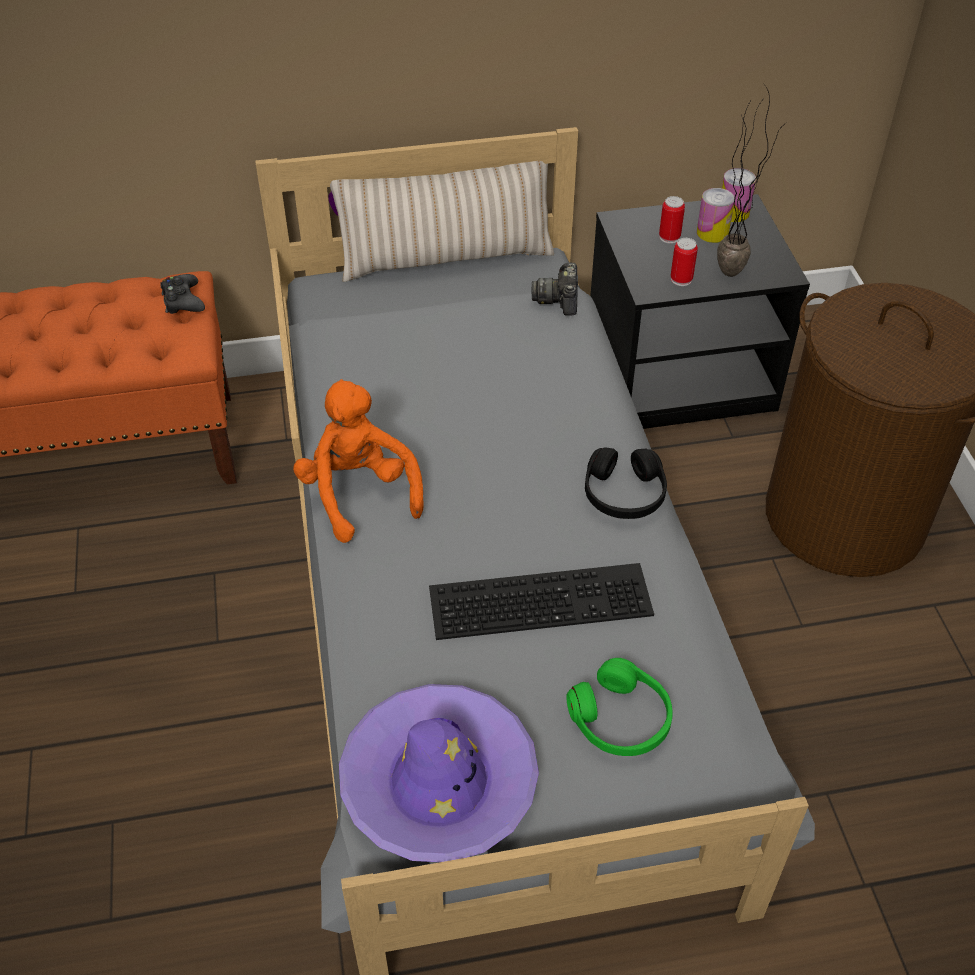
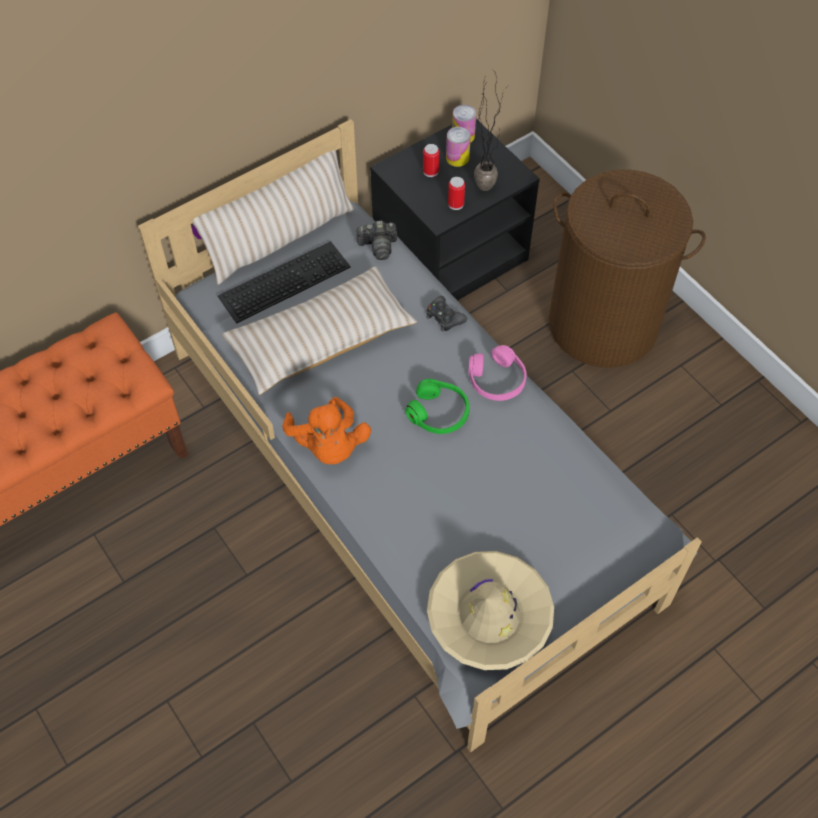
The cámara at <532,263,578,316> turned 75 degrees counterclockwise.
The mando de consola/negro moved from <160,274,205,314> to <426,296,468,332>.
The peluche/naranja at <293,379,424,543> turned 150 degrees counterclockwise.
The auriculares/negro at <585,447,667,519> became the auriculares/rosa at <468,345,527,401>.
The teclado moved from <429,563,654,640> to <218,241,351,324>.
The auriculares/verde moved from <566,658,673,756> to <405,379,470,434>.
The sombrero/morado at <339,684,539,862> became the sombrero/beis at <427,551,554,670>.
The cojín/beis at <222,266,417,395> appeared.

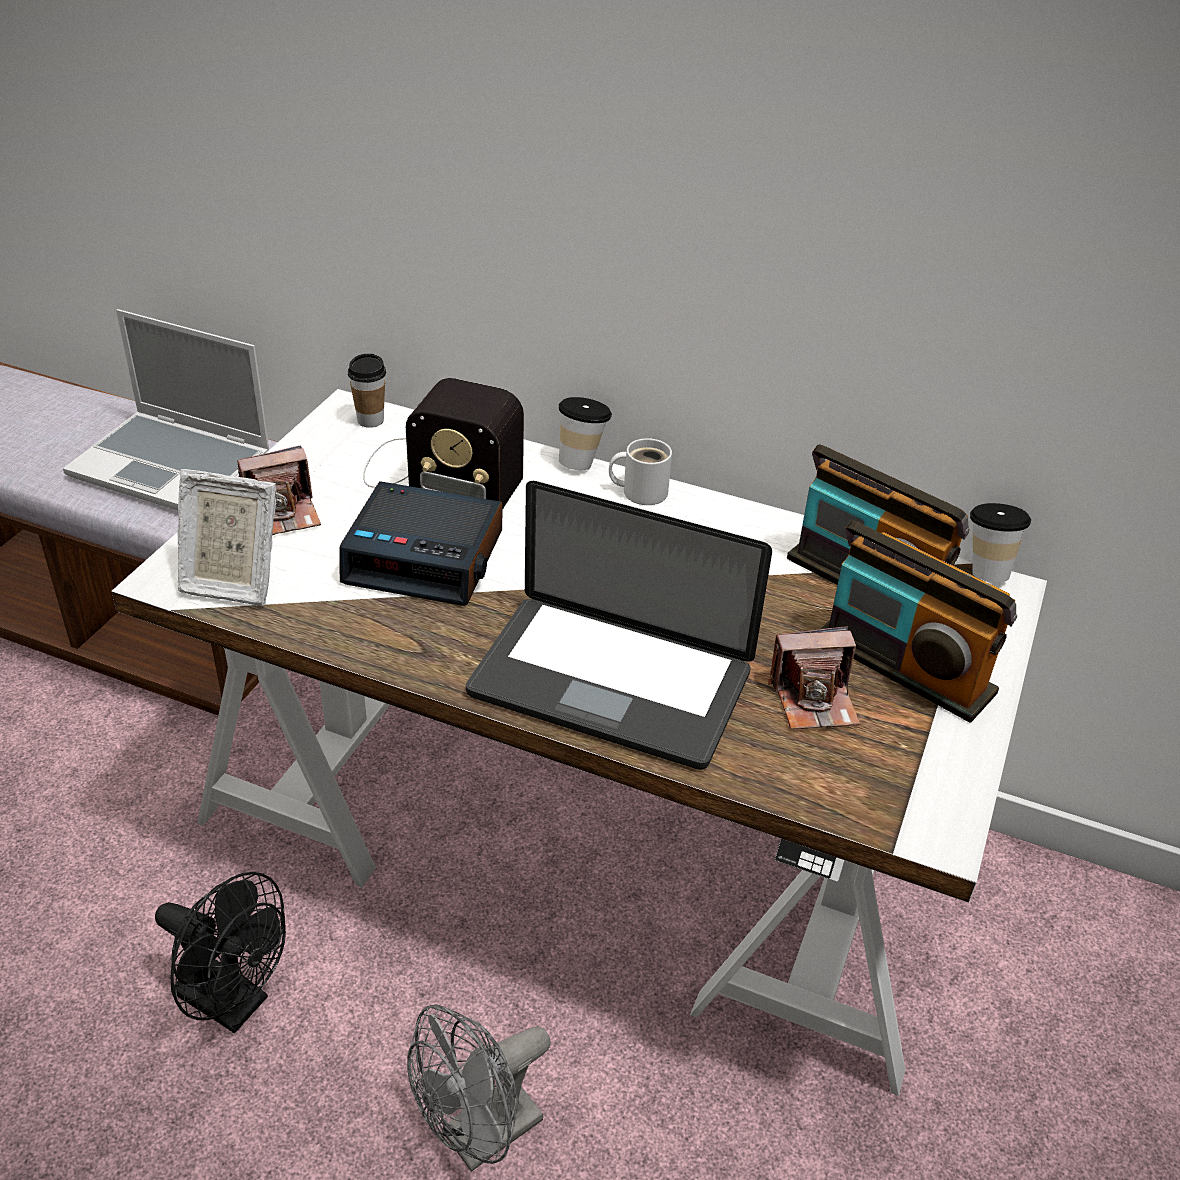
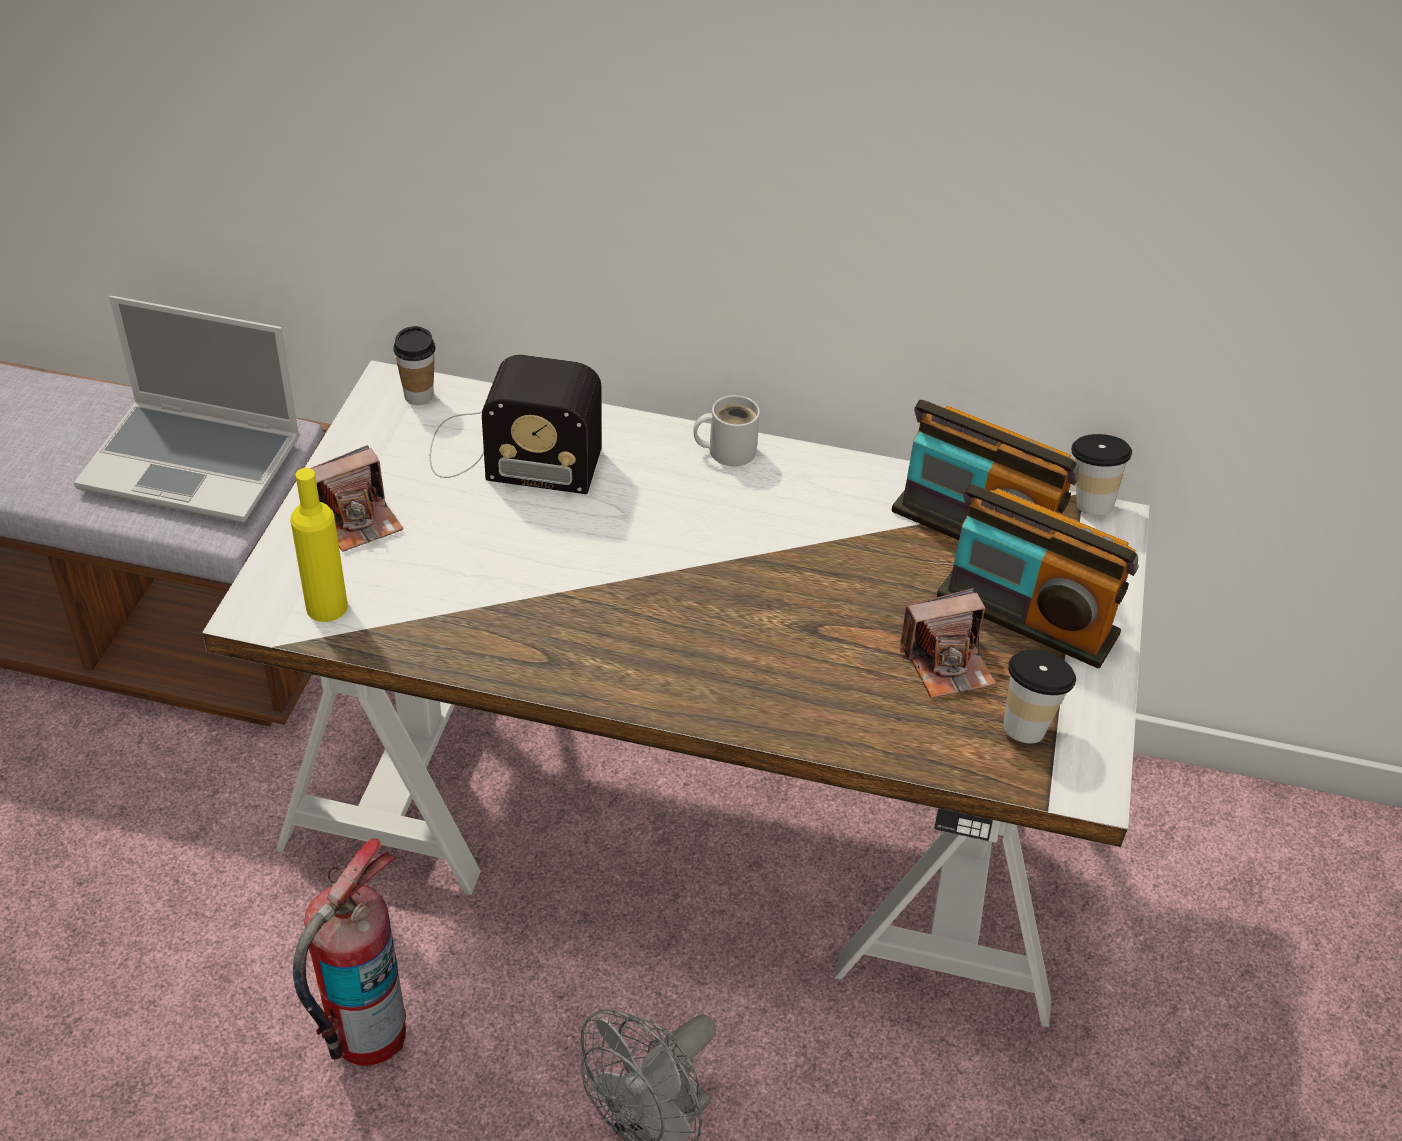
The taza moved from <559,397,612,470> to <1003,650,1076,743>.
The portarretratos at <178,469,277,605> was replaced by the botella/amarillo at <290,468,348,622>.
The despertador at <340,481,503,606> disappeared.
The portátil at <466,481,772,770> disappeared.
The ventilador/negro at <155,872,286,1033> was replaced by the extintor at <293,838,406,1066>.

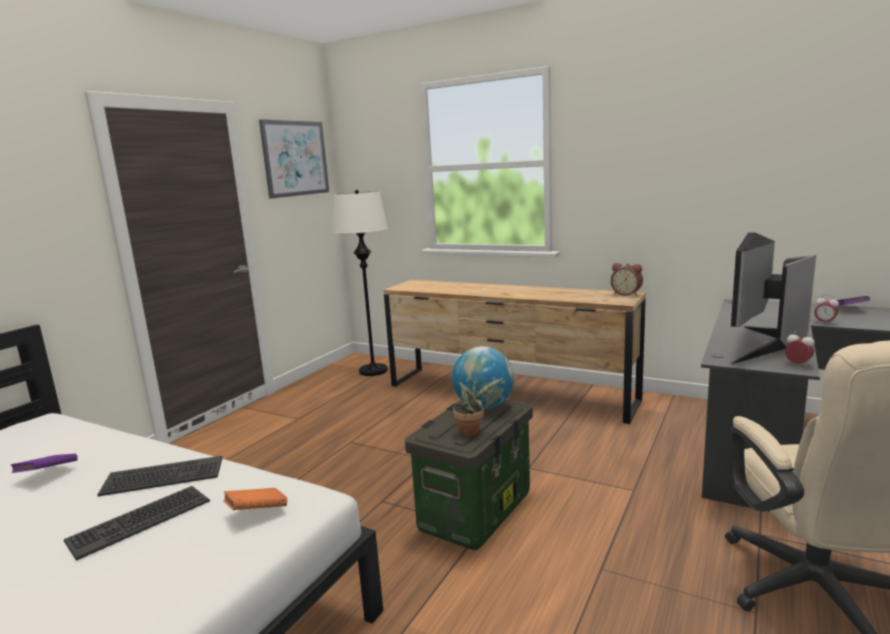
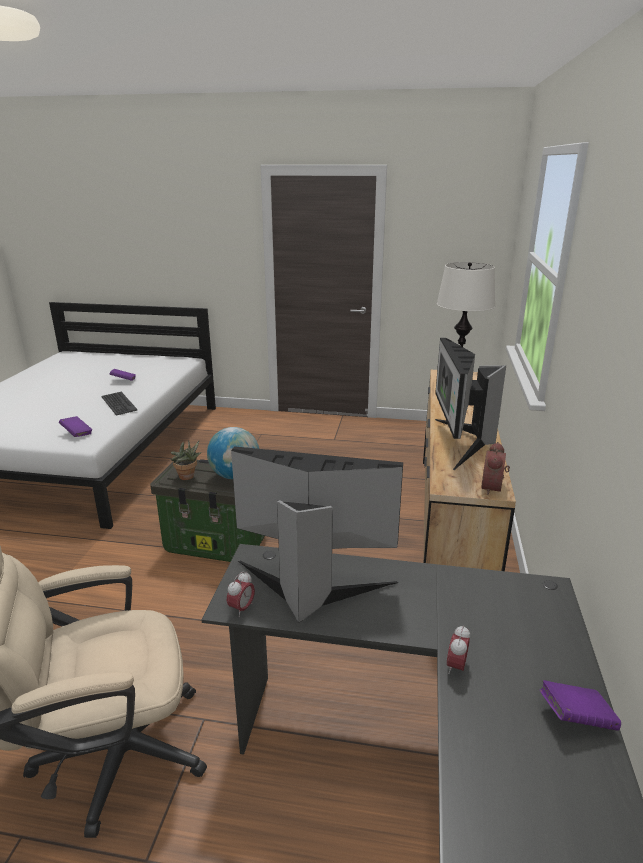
The cuadro at <259,119,329,199> disappeared.
The teclado at <64,486,210,561> disappeared.
The libro/naranja at <223,488,287,510> became the libro/morado at <59,416,92,437>.
The monitor at <435,338,506,470> appeared.

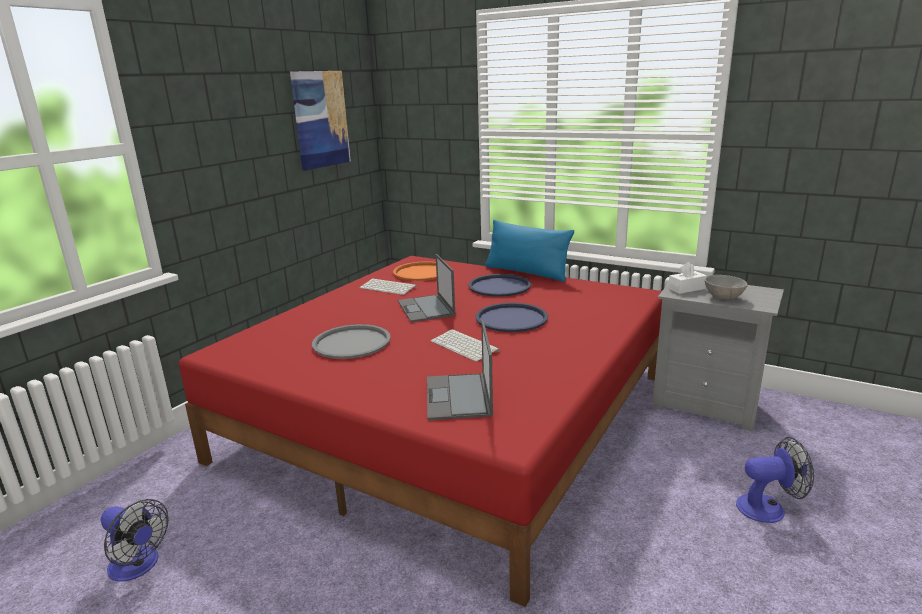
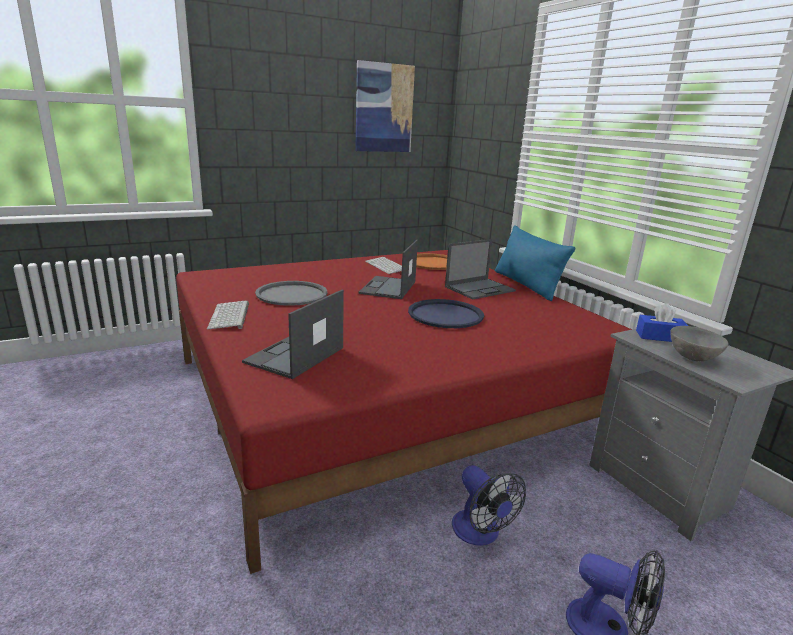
The caja de pañuelos/blanco at <668,262,707,294> became the caja de pañuelos/azul at <636,303,688,342>.
The bandeja/azul at <468,274,531,297> was replaced by the portátil at <445,239,516,299>.
The teclado moved from <431,329,500,362> to <207,301,249,330>.
The ventilador moved from <101,499,169,581> to <452,465,526,546>.

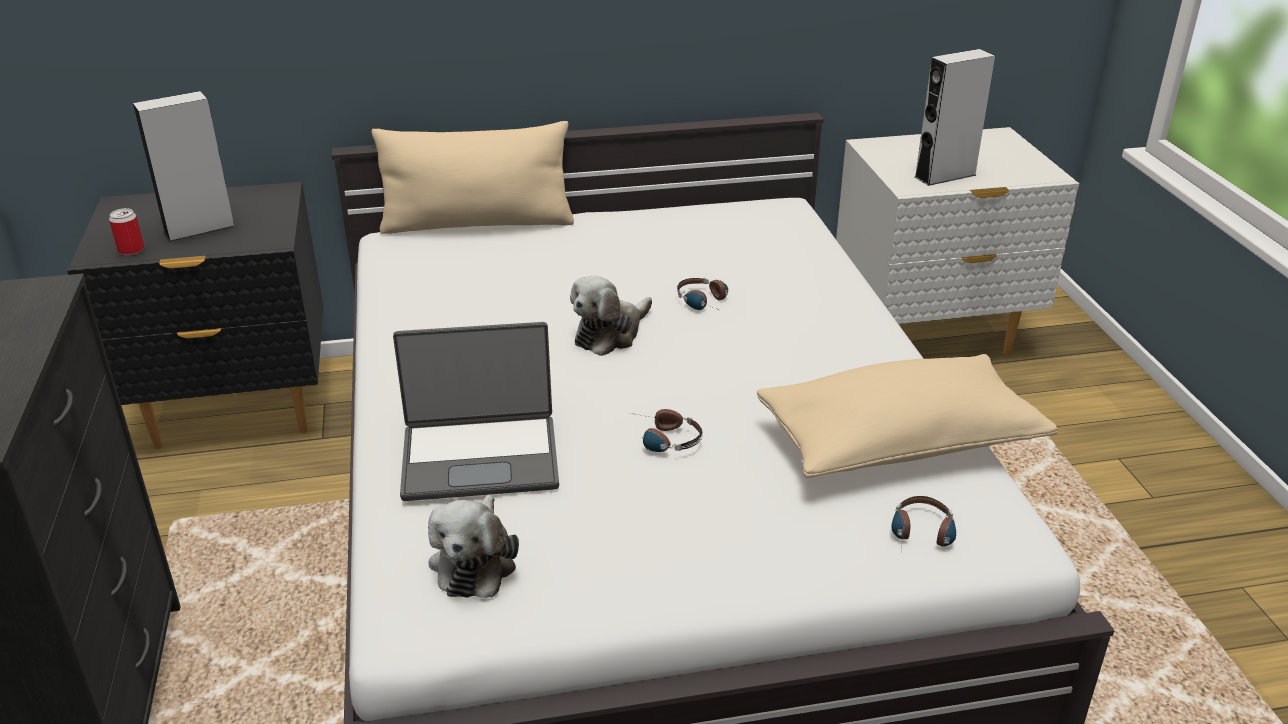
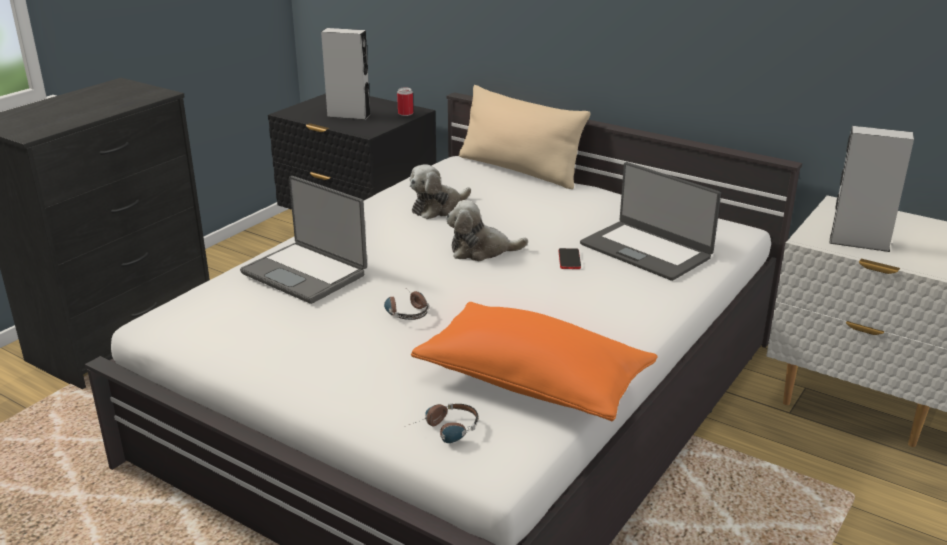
The lata moved from <109,208,144,255> to <397,88,413,116>.
The auriculares at <677,278,728,310> was replaced by the móvil at <559,248,581,269>.
The cojín/beis at <757,354,1058,478> became the cojín/naranja at <411,302,657,421>.
The peluche moved from <428,494,519,598> to <410,164,471,219>.
The portátil at <580,162,721,281> appeared.

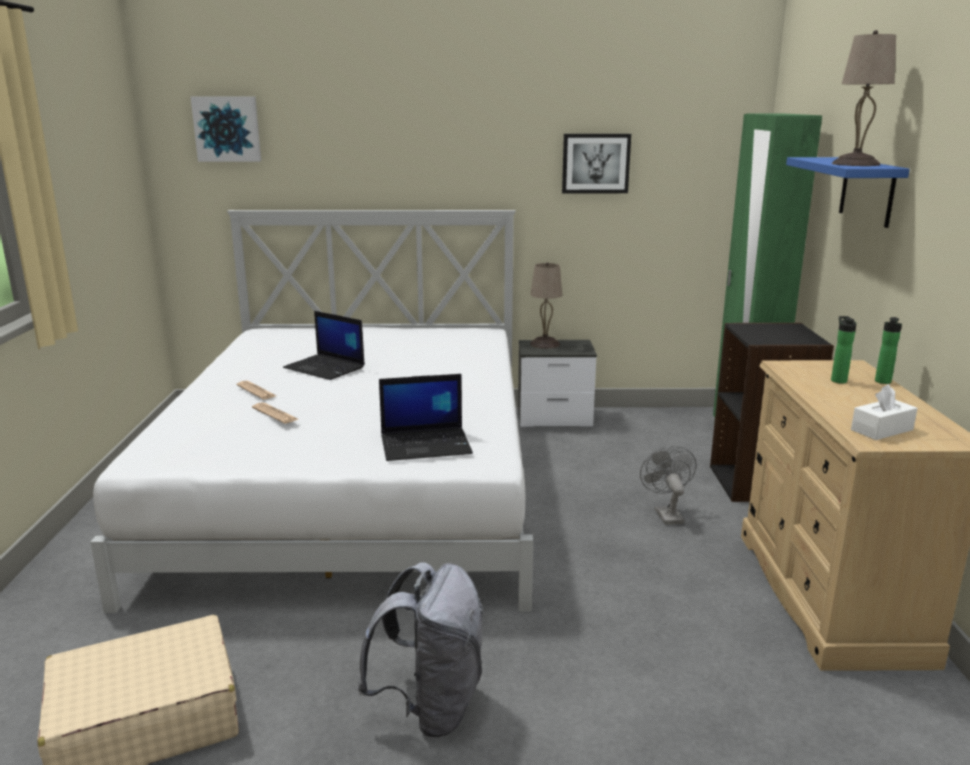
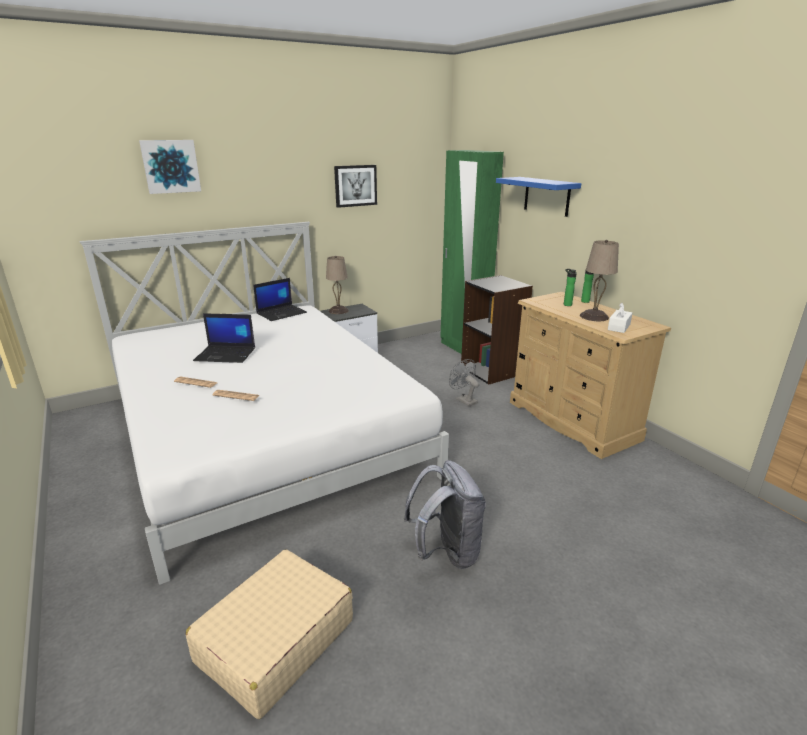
The lámpara de mesa/beis moved from <832,30,896,166> to <580,240,619,321>.
The cuadro moved from <191,96,261,162> to <139,140,201,194>.
The portátil moved from <379,374,473,461> to <253,278,307,321>.

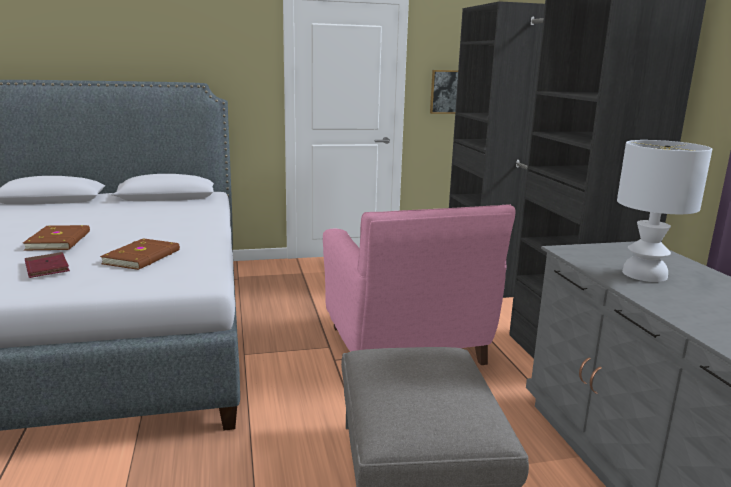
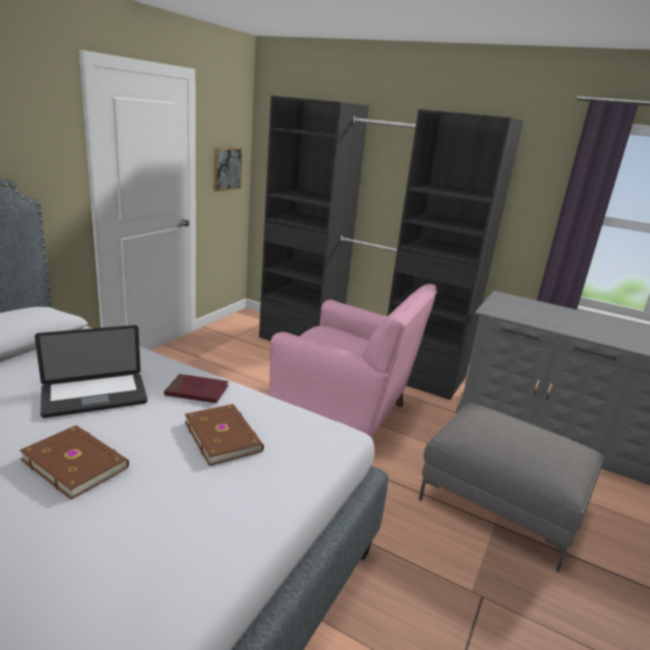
The lámpara de mesa/blanco at <617,140,712,282> disappeared.
The libro/rojo moved from <25,252,70,278> to <164,374,229,403>.
The portátil at <35,325,147,418> appeared.

